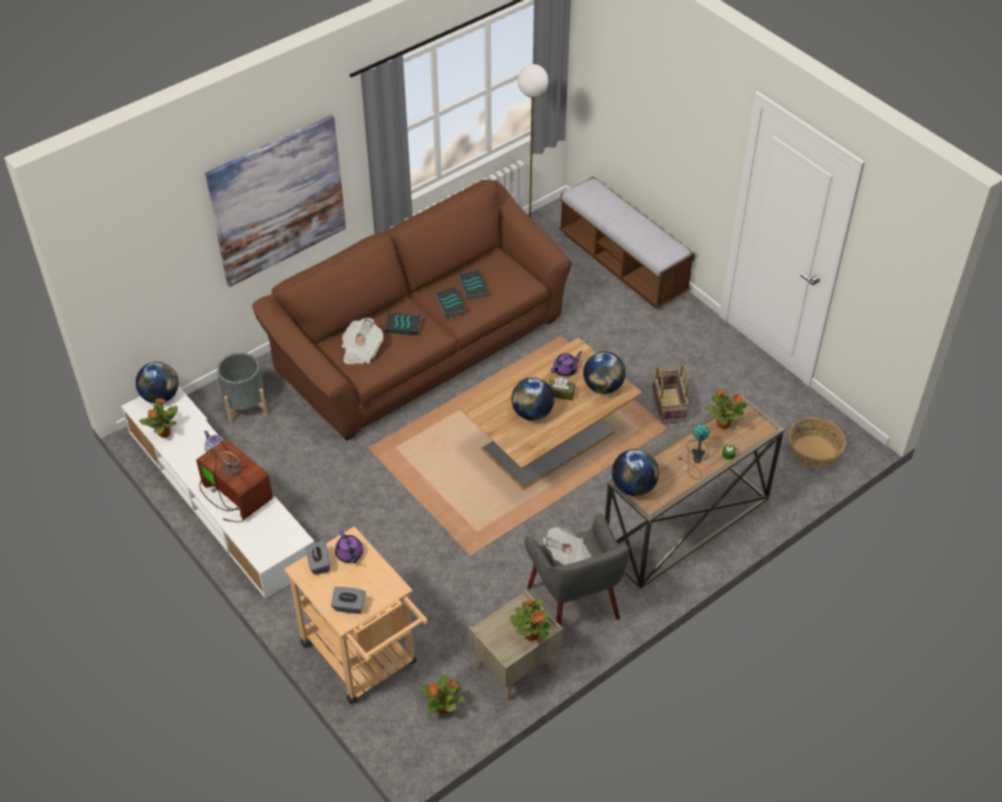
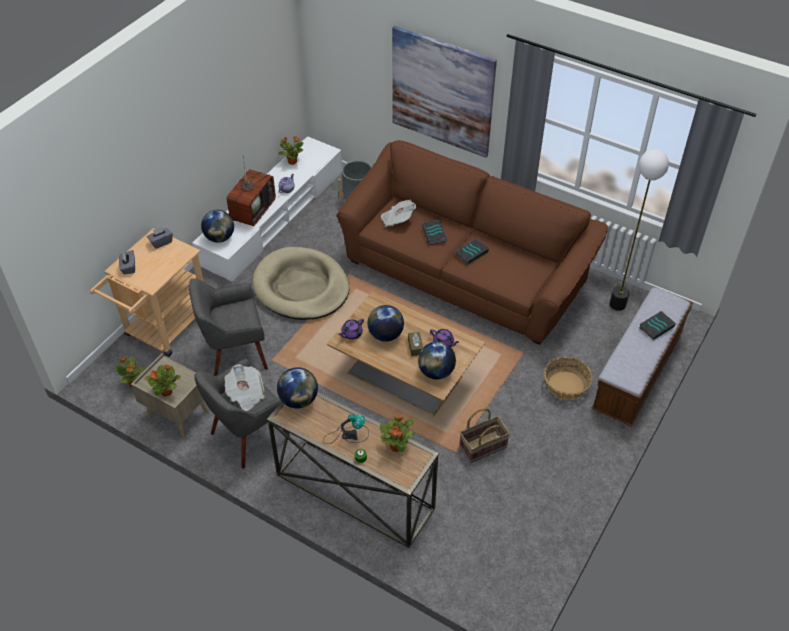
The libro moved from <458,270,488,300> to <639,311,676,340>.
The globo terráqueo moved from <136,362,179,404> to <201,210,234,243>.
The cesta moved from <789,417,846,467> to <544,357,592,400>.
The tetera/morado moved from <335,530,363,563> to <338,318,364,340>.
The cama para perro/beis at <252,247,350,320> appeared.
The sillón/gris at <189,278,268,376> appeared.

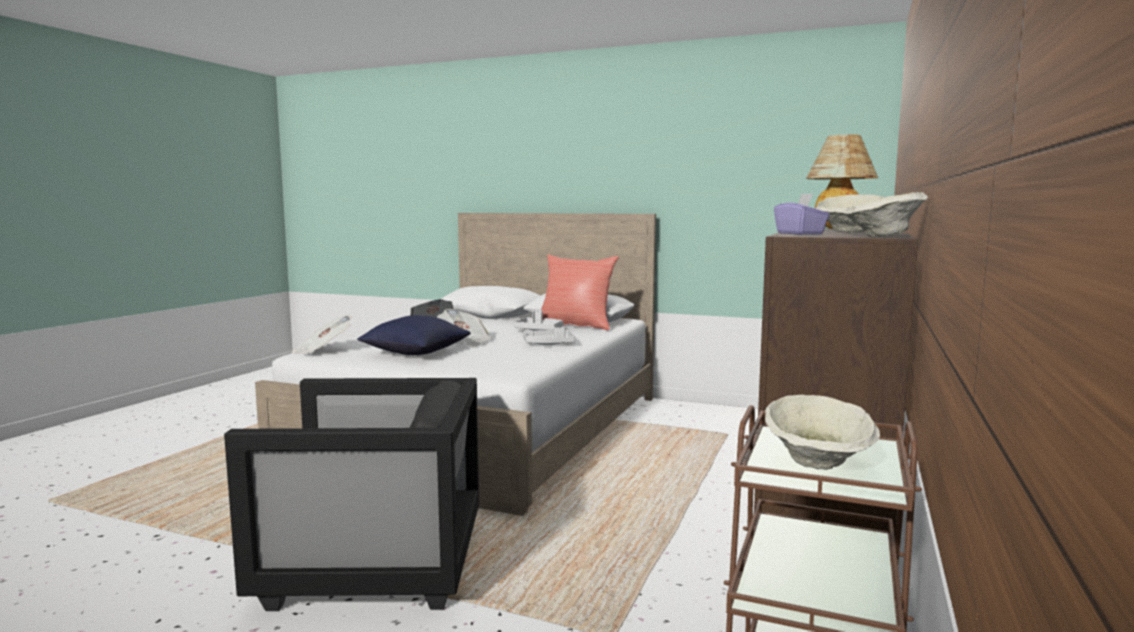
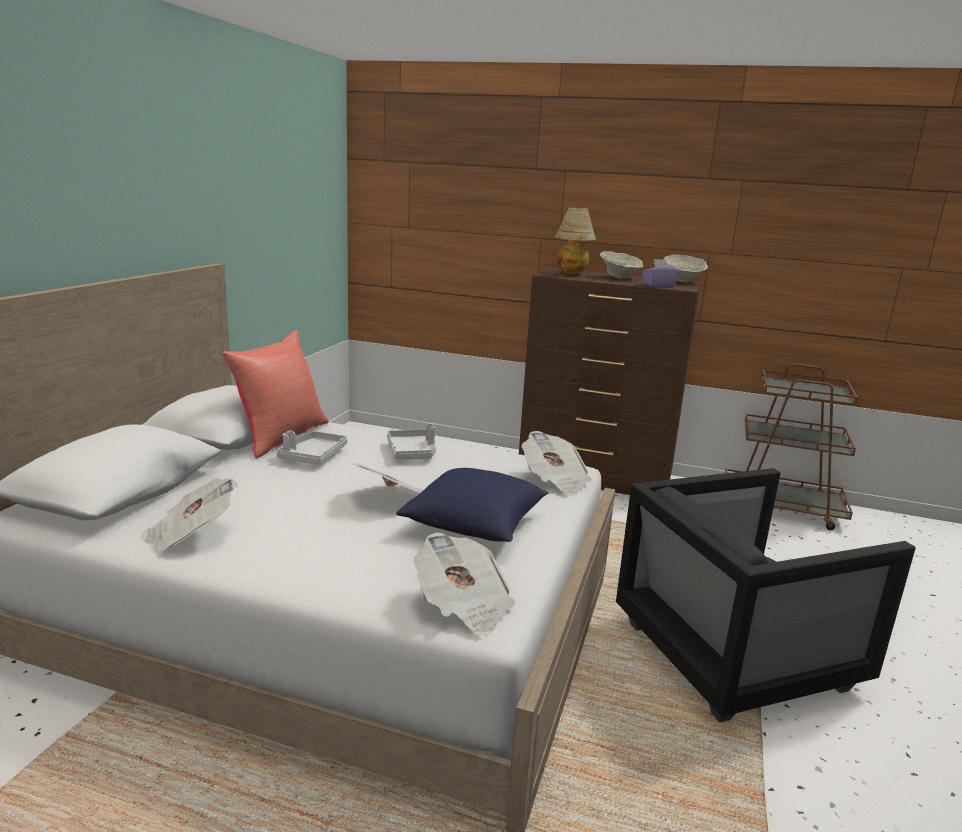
The sillón/negro at <224,378,479,611> turned 105 degrees counterclockwise.
The cuenco/beis at <765,395,880,470> disappeared.
The periódico at <522,431,592,496> appeared.

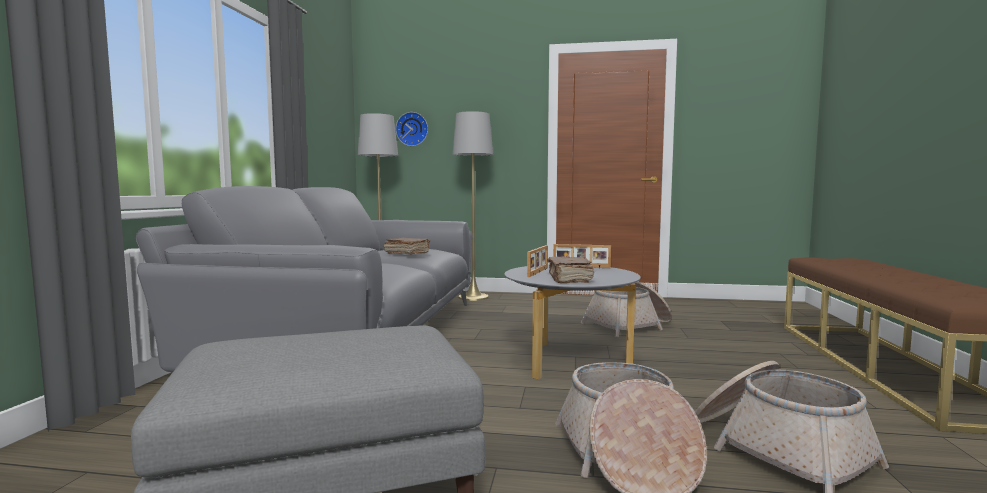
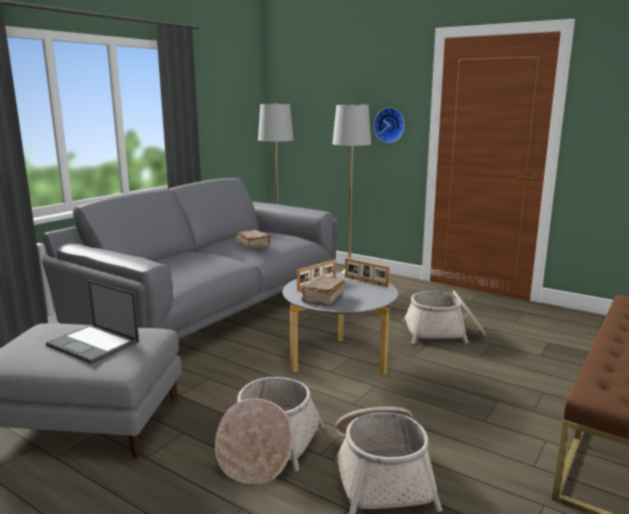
The reloj de pared moved from <396,112,428,146> to <374,108,405,143>.
The portátil at <46,280,139,364> appeared.

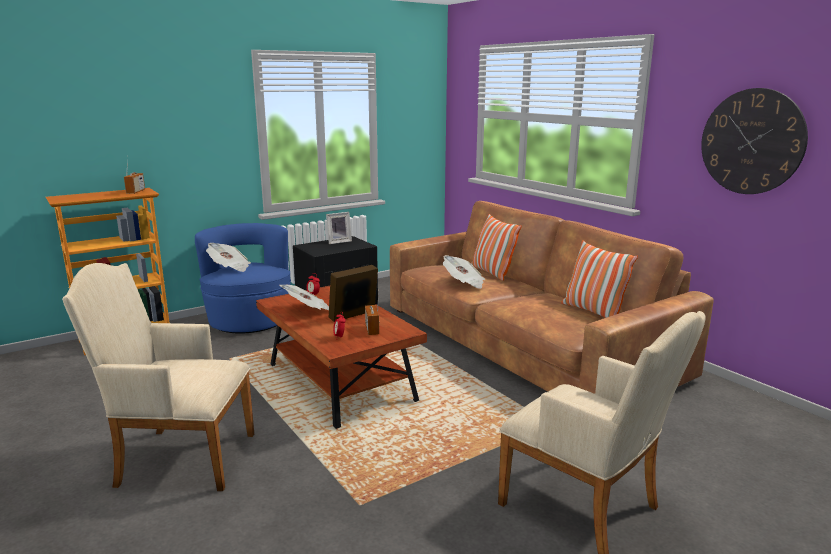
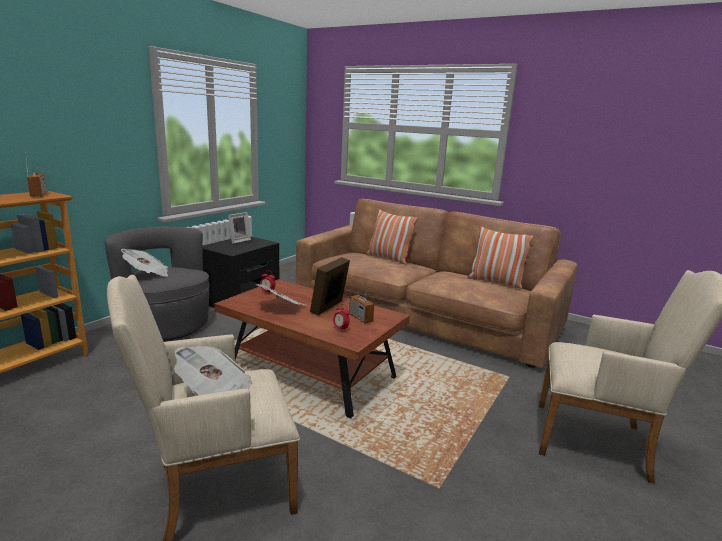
The reloj de pared at <701,88,808,194> disappeared.
The sillón/azul at <195,223,291,334> became the sillón/gris at <104,226,210,341>.
The periódico moved from <443,255,485,289> to <174,346,251,396>.

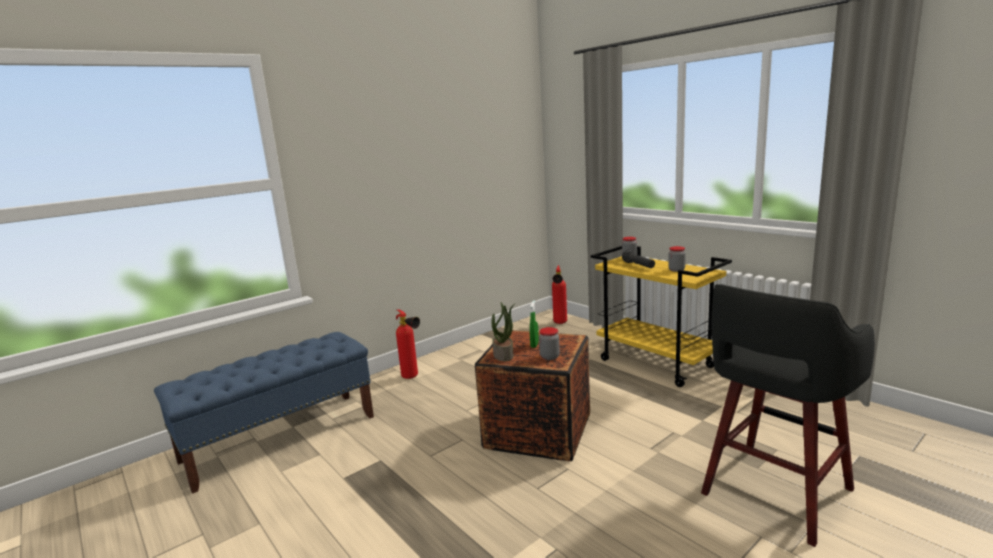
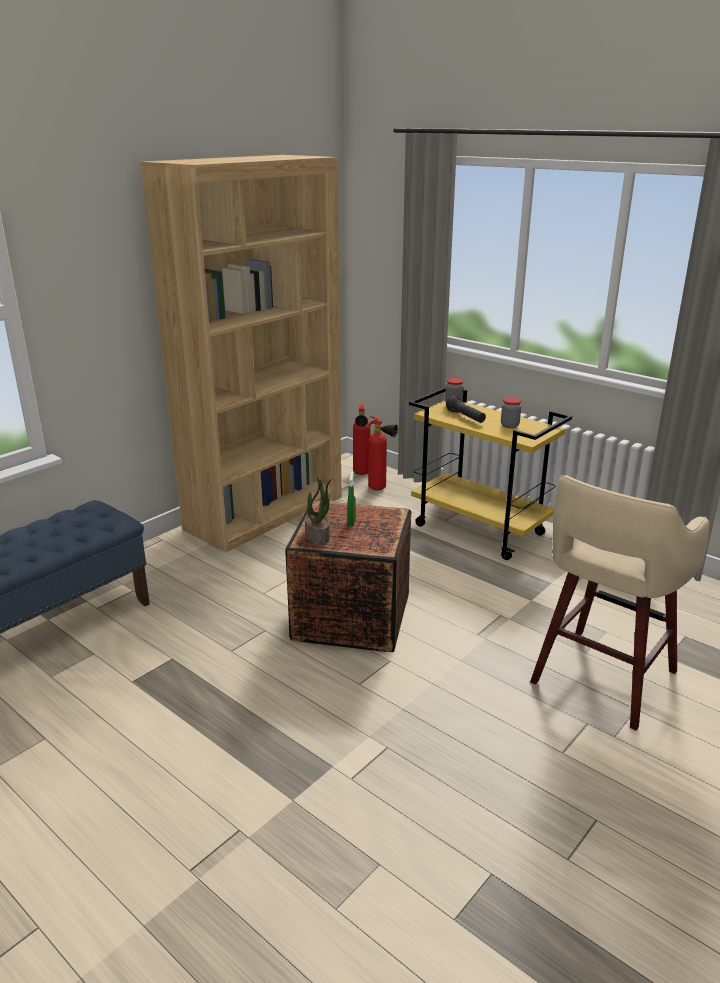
The taburete/negro at <701,284,875,547> became the taburete/beis at <530,475,709,730>.
The extintor moved from <396,309,420,379> to <368,416,398,490>.
The tarro at <539,327,560,360> disappeared.
The estantería/marrón at <140,155,341,552> appeared.

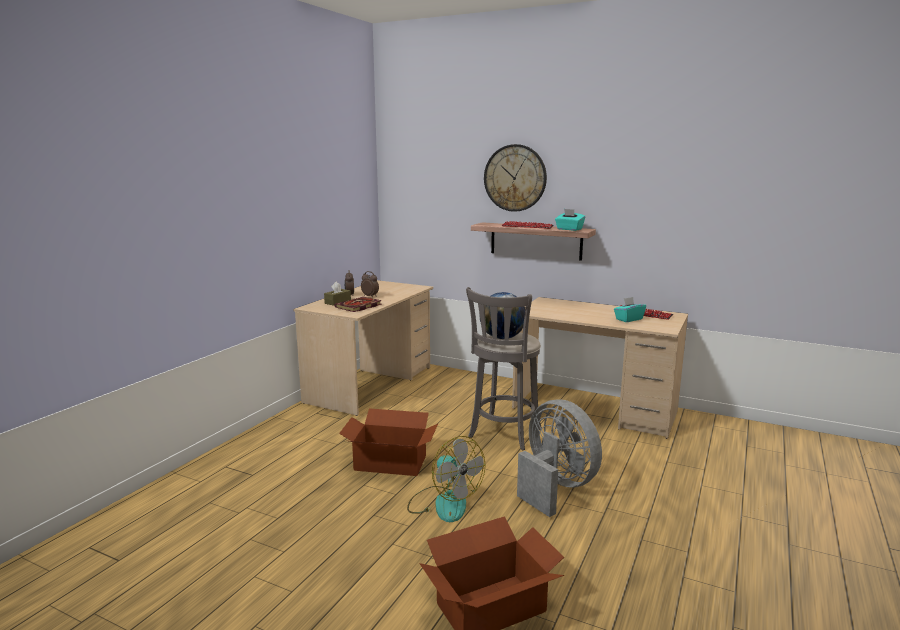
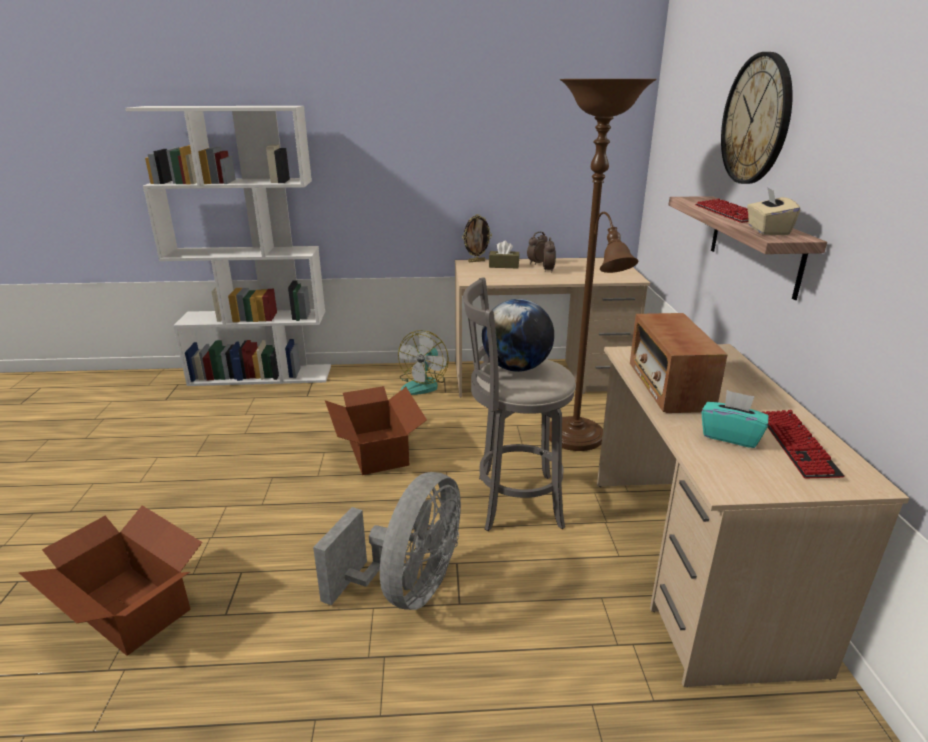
The caja de pañuelos/turquesa at <555,209,585,231> became the caja de pañuelos/beis at <747,188,800,235>.
The libro at <334,297,382,312> disappeared.
The ventilador moved from <407,436,486,522> to <398,330,449,395>.
The lámpara de pie/marrón at <549,79,656,451> appeared.
The estantería/blanco at <126,106,331,386> appeared.
The portarretratos at <462,214,492,262> appeared.
The radio at <630,313,728,413> appeared.

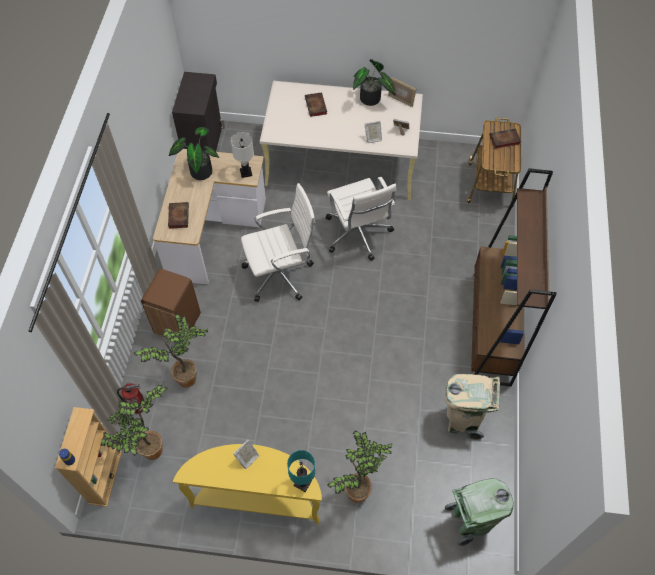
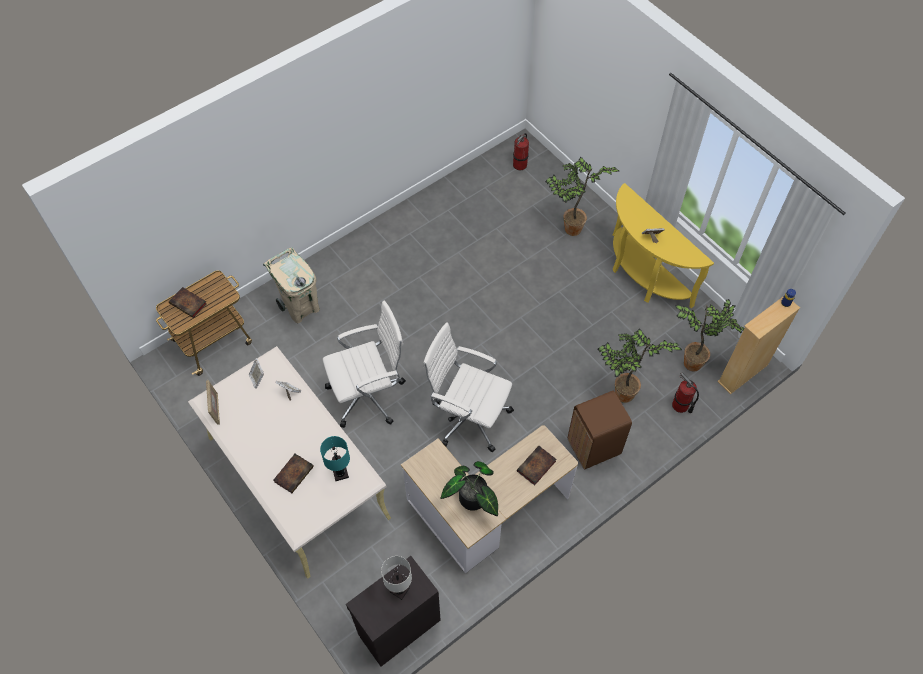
The planta en maceta at <353,59,396,106> disappeared.
The lámpara de mesa/blanco moved from <231,132,254,178> to <381,556,412,600>.
The estantería/marrón at <471,168,557,386> disappeared.
The silla de oficina/blanco at <326,177,396,261> turned 45 degrees clockwise.
The papelera/beis moved from <445,374,500,440> to <263,247,320,323>.
The lámpara de mesa/turquesa moved from <287,450,315,492> to <320,436,350,481>.
The papelera/verde at <445,478,513,546> was replaced by the extintor at <513,133,529,170>.

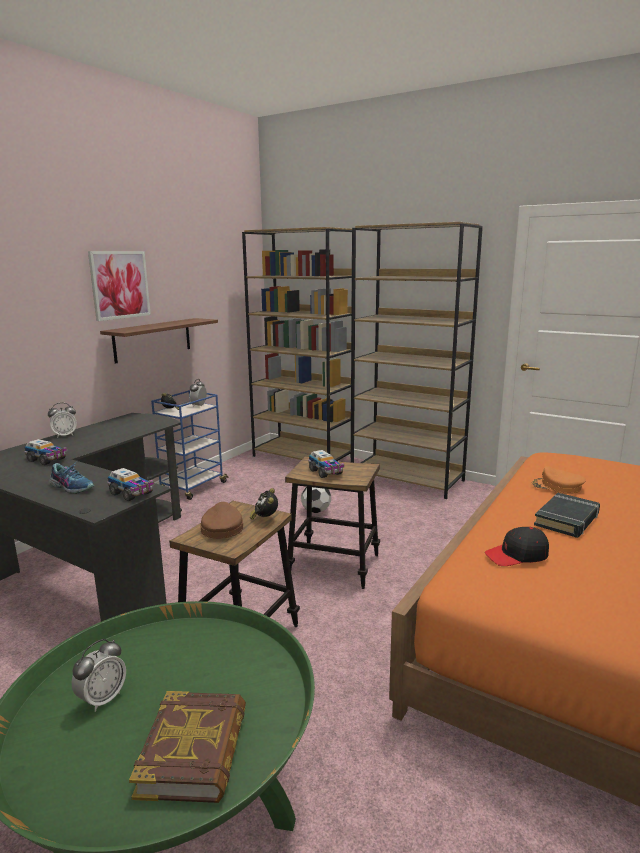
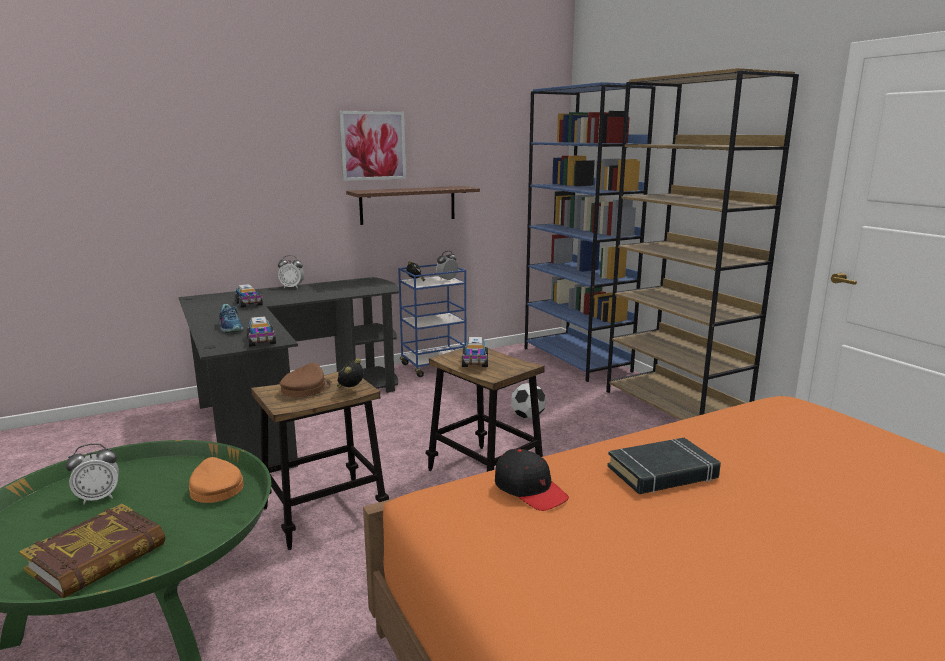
The estantería/marrón at <242,227,352,461> became the estantería/azul at <525,82,656,382>.
The gorra/naranja moved from <531,466,586,494> to <189,457,244,503>.
The gorra/negro at <485,527,549,566> turned 150 degrees counterclockwise.

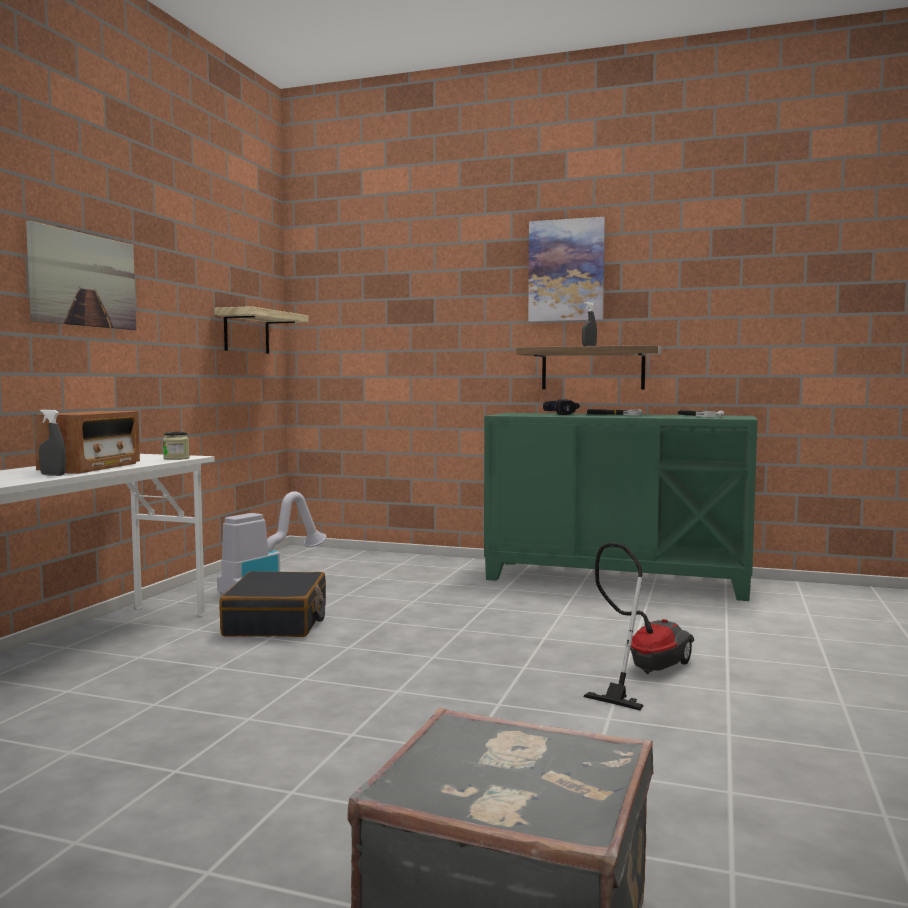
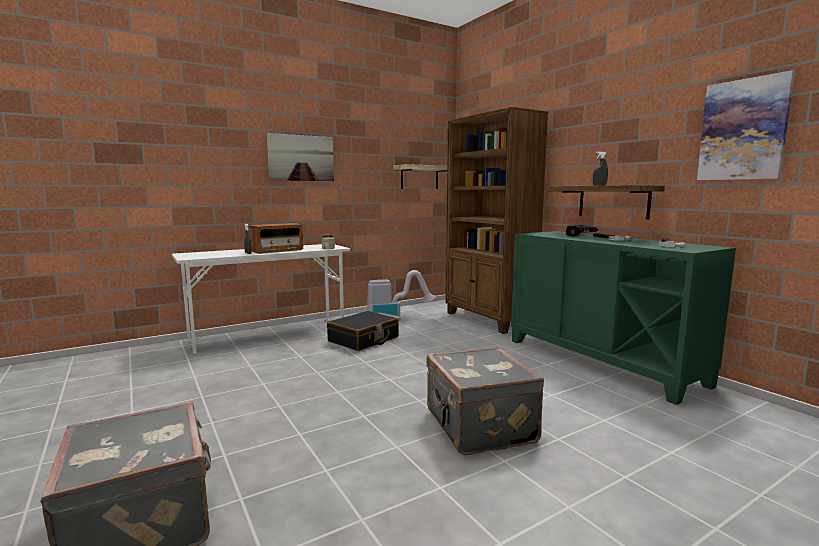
The cuadro moved from <528,217,605,322> to <697,70,795,180>.
The aspiradora at <584,543,694,711> was replaced by the maleta/gris at <426,347,544,455>.
The estantería/marrón at <445,107,548,334> appeared.

